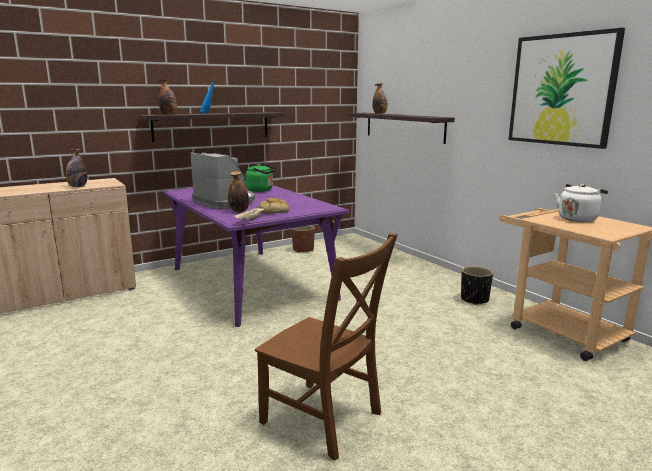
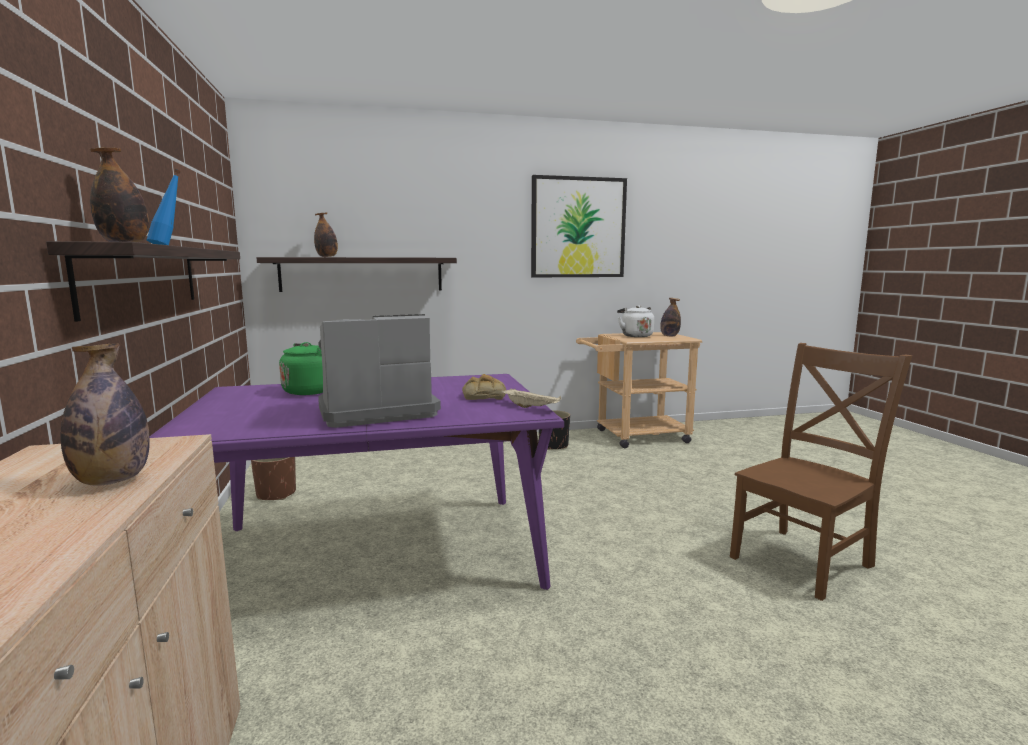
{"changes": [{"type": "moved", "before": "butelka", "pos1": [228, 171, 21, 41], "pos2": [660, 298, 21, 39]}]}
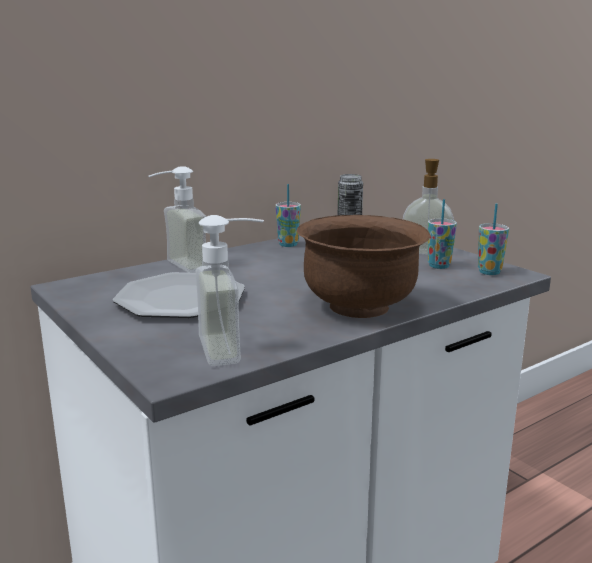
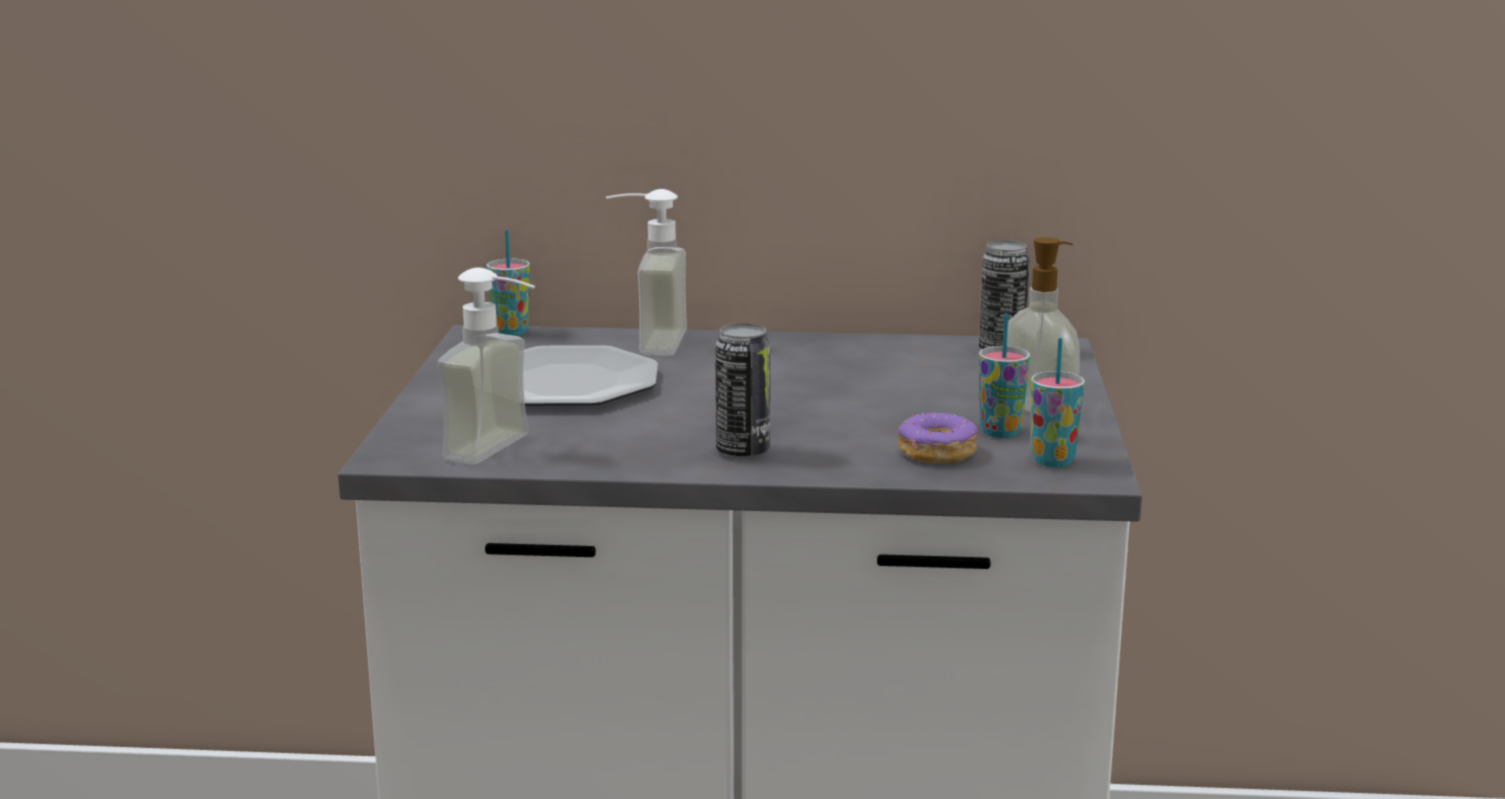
{"changes": [{"type": "moved", "before": "filiżanka", "pos1": [275, 184, 26, 63], "pos2": [487, 229, 43, 107]}, {"type": "replaced", "before": "miska (brązowy)", "after": "puszka", "pos1": [297, 215, 133, 103], "pos2": [715, 323, 55, 135]}, {"type": "added", "after": "donut", "pos2": [898, 411, 80, 52]}]}
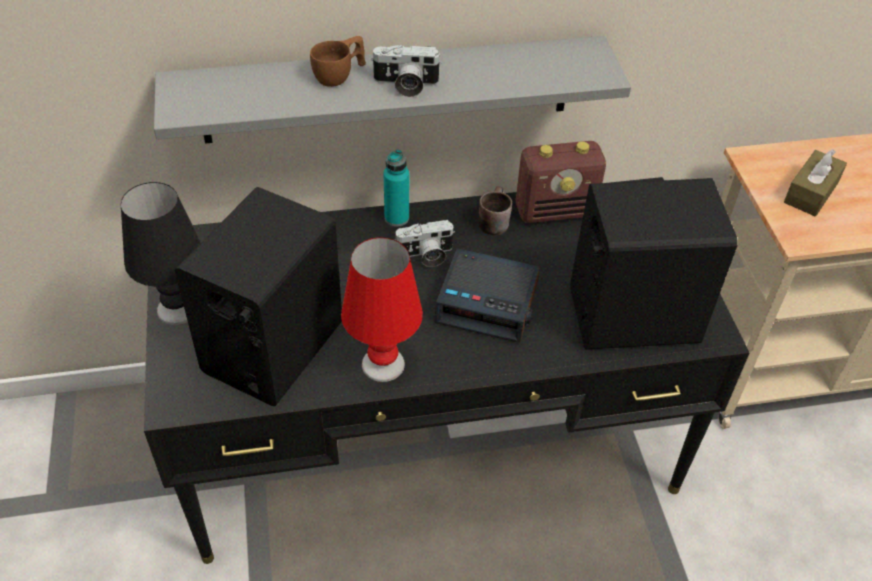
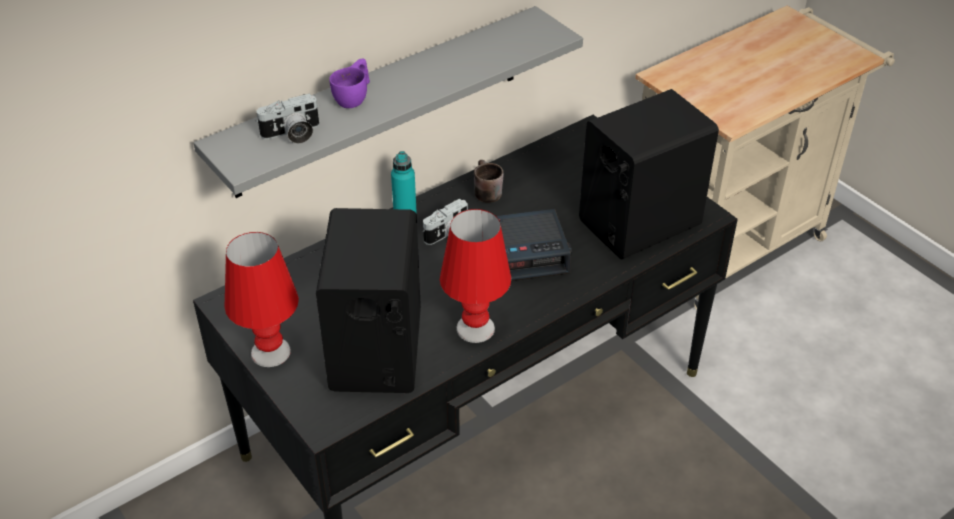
{"changes": [{"type": "recoloured", "before": "filiżanka (brązowy)", "after": "filiżanka (fioletowy)", "pos1": [310, 36, 56, 51], "pos2": [329, 59, 41, 49]}, {"type": "moved", "before": "aparat fotograficzny", "pos1": [371, 45, 71, 52], "pos2": [256, 93, 63, 51]}, {"type": "removed", "before": "radio", "pos1": [516, 141, 90, 82]}, {"type": "removed", "before": "pudełko chusteczek (brązowy)", "pos1": [784, 149, 63, 67]}, {"type": "recoloured", "before": "lampa stołowa (czarny)", "after": "lampa stołowa (czerwony)", "pos1": [121, 182, 80, 143], "pos2": [225, 232, 74, 135]}]}
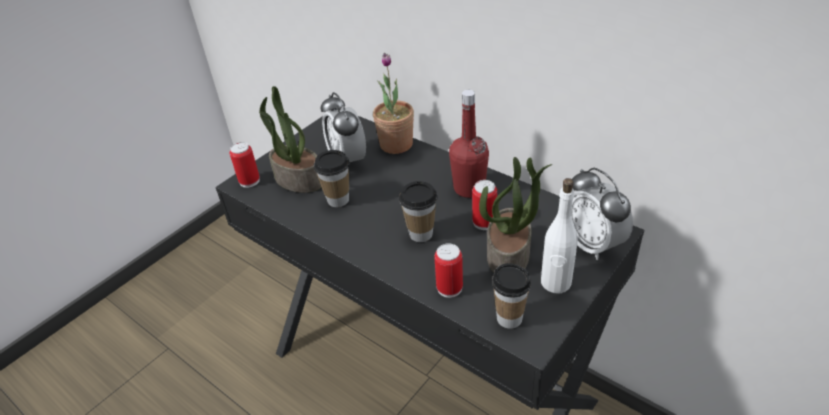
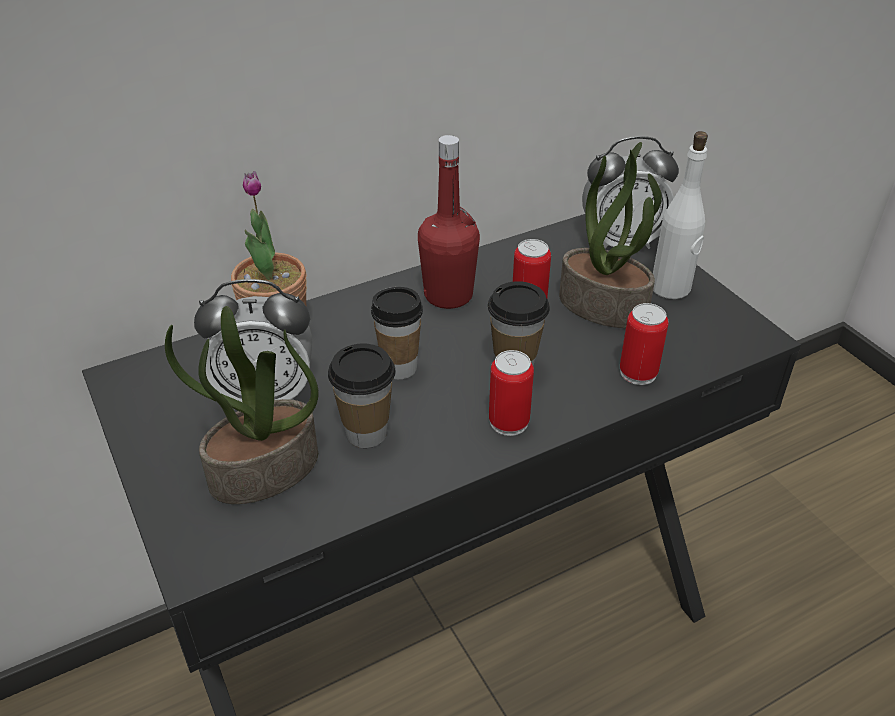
{"changes": [{"type": "moved", "before": "puszka", "pos1": [230, 142, 30, 46], "pos2": [489, 350, 45, 86]}, {"type": "moved", "before": "filiżanka", "pos1": [492, 263, 39, 66], "pos2": [371, 287, 52, 93]}]}
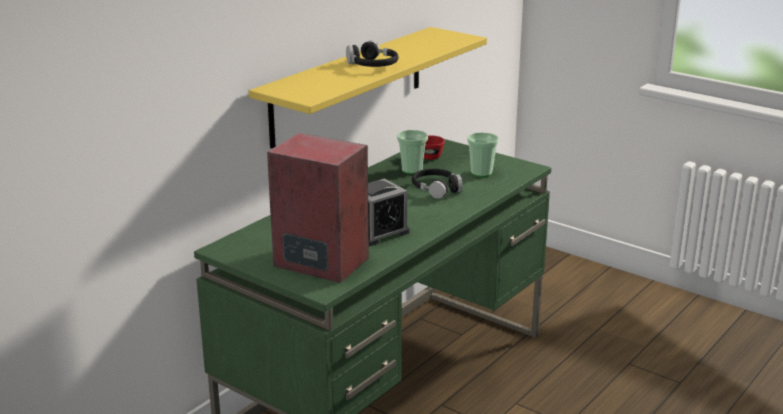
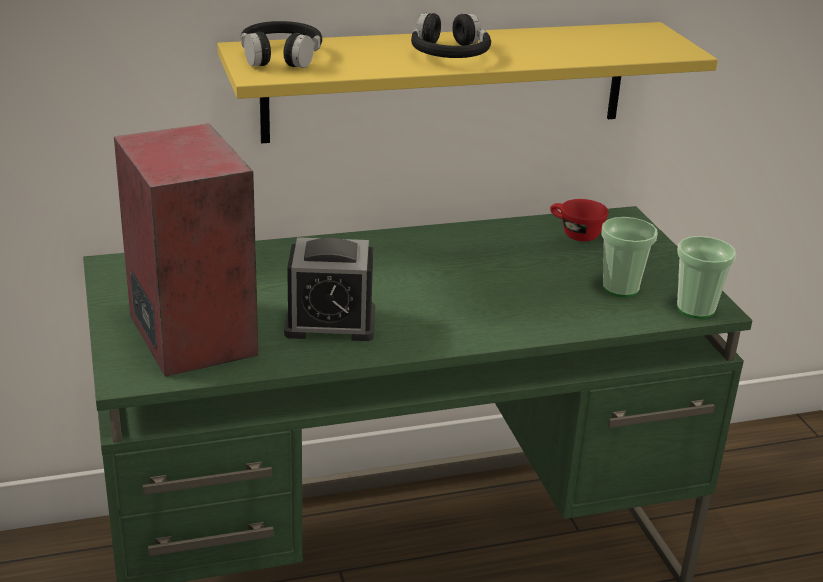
{"changes": [{"type": "moved", "before": "filiżanka", "pos1": [397, 130, 31, 44], "pos2": [677, 236, 59, 83]}, {"type": "moved", "before": "słuchawki (czarny)", "pos1": [412, 169, 50, 30], "pos2": [241, 21, 81, 47]}]}
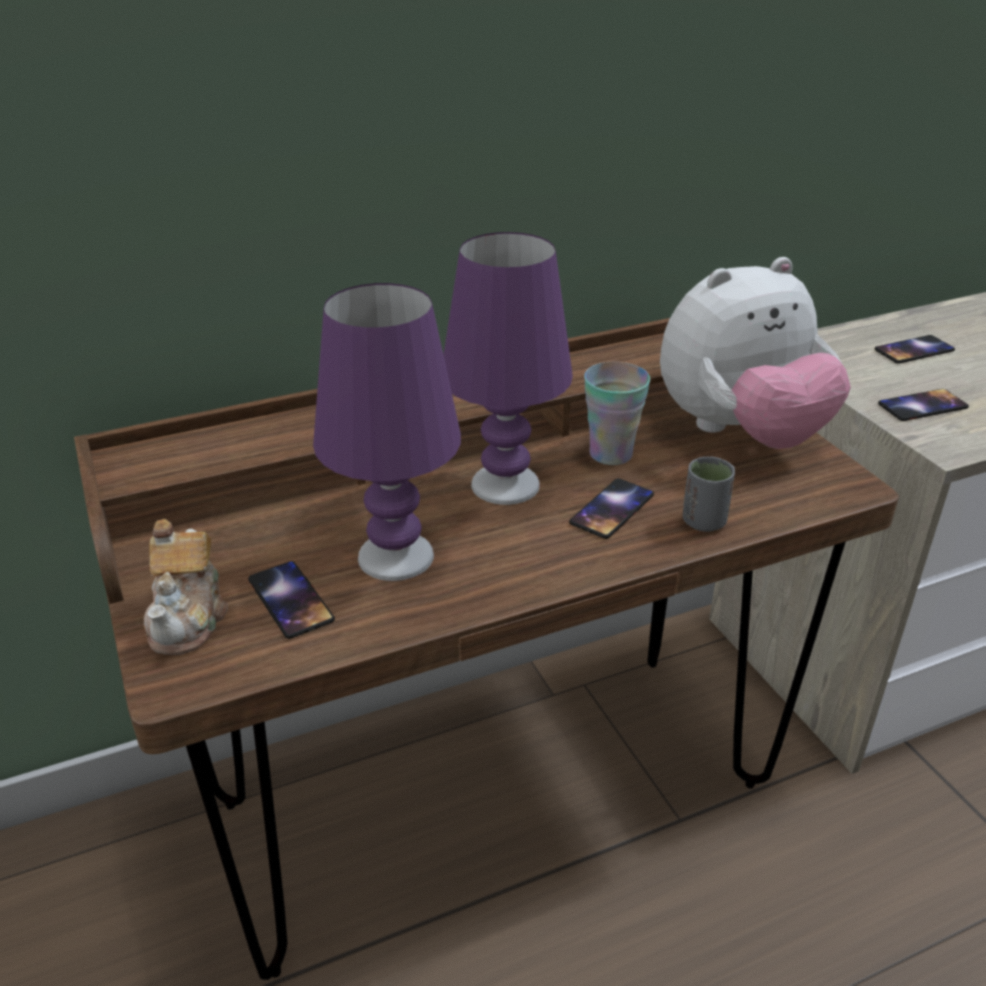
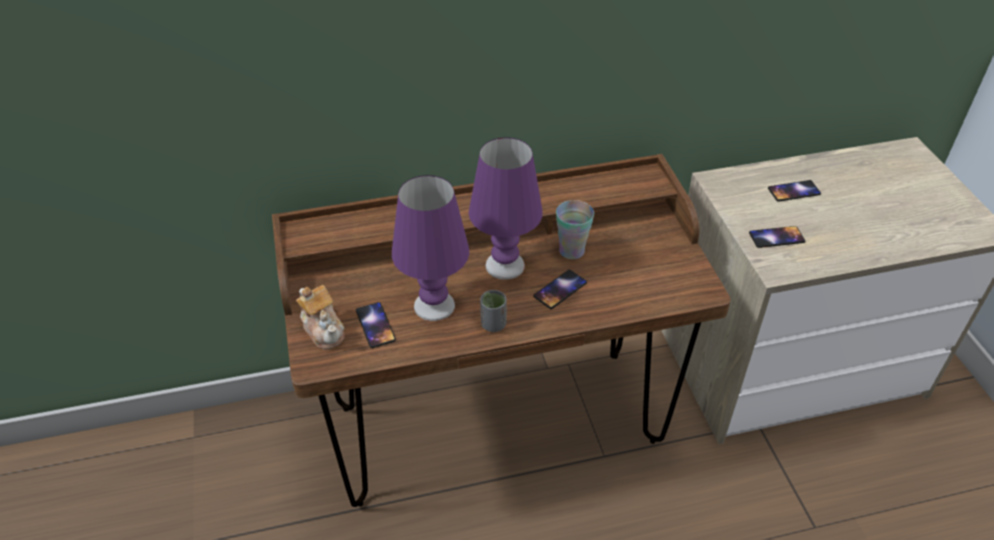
{"changes": [{"type": "removed", "before": "pluszak", "pos1": [660, 257, 191, 192]}, {"type": "moved", "before": "filiżanka (szary)", "pos1": [683, 457, 52, 75], "pos2": [480, 290, 27, 42]}, {"type": "turned", "before": "imbryk", "pos1": [144, 519, 84, 136], "pos2": [296, 285, 49, 65], "turn": -45}]}
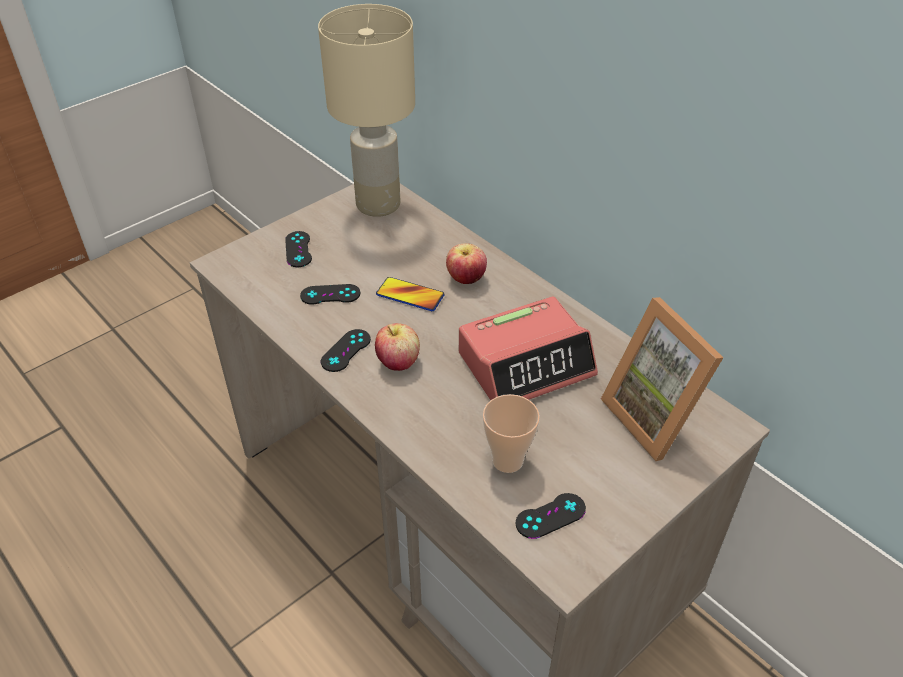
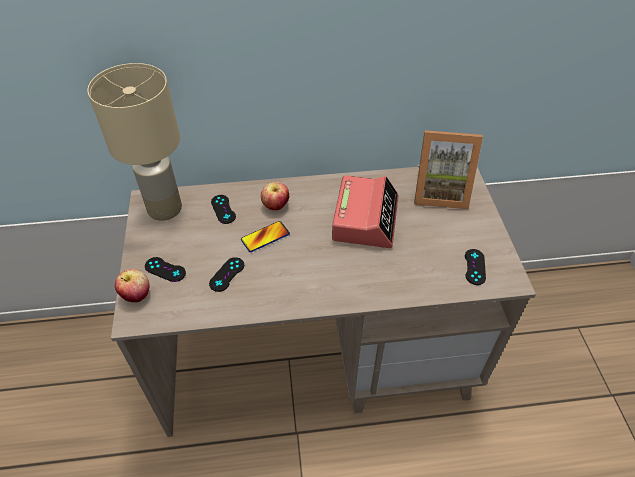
{"changes": [{"type": "moved", "before": "jabłko", "pos1": [375, 323, 45, 48], "pos2": [115, 269, 34, 33]}, {"type": "moved", "before": "pad do gier (czarny)", "pos1": [321, 329, 50, 43], "pos2": [211, 195, 25, 29]}, {"type": "removed", "before": "filiżanka", "pos1": [483, 394, 57, 79]}]}
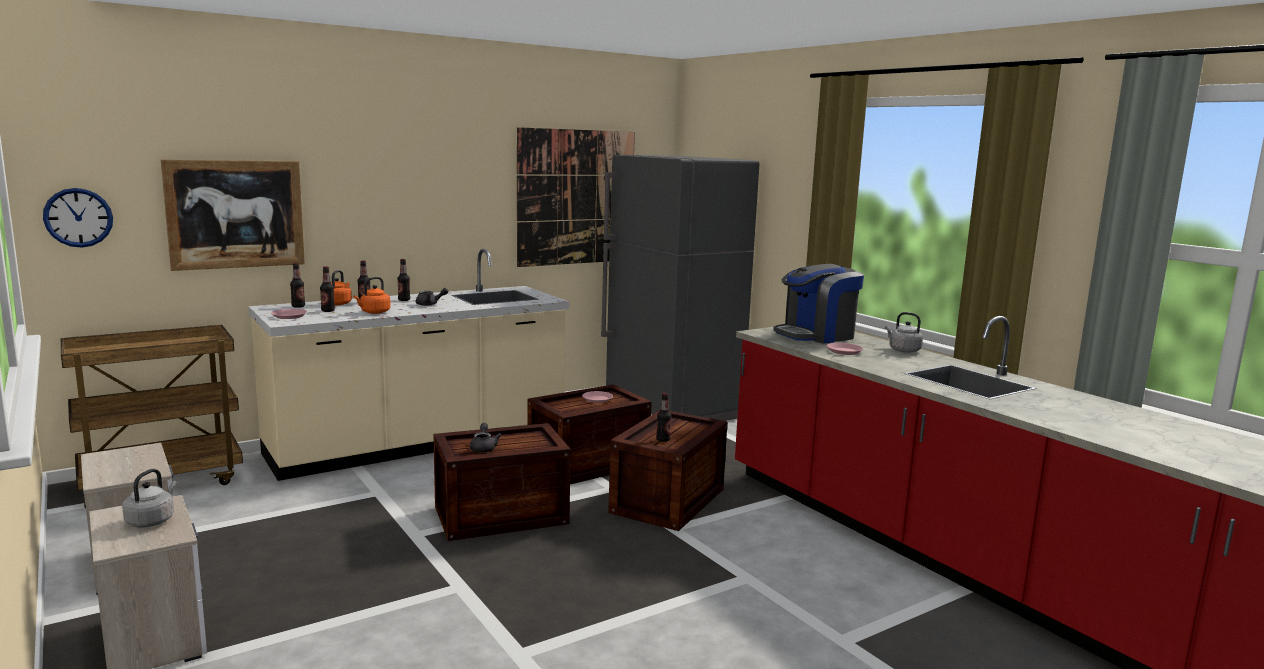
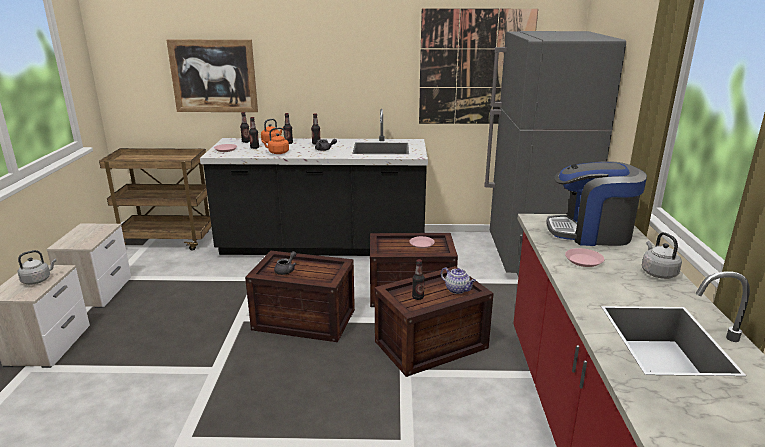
{"changes": [{"type": "removed", "before": "zegar ścienny", "pos1": [43, 188, 70, 60]}, {"type": "recoloured", "before": "zabudowa kuchenna (beżowy)", "after": "zabudowa kuchenna (czarny)", "pos1": [248, 249, 321, 232], "pos2": [200, 109, 228, 147]}, {"type": "added", "after": "imbryk", "pos2": [441, 267, 35, 27]}]}
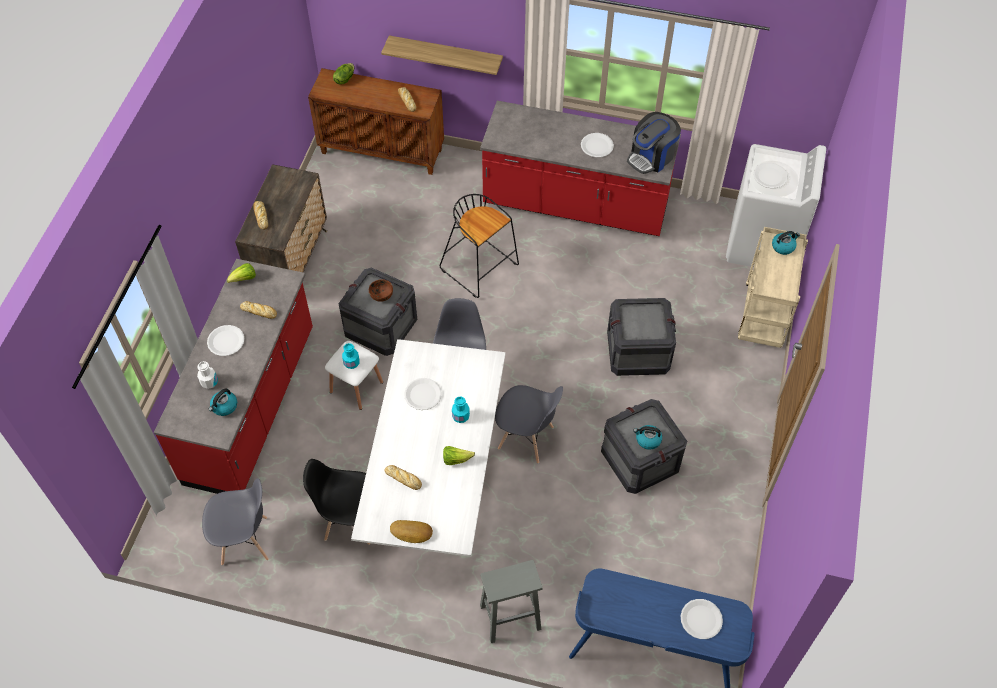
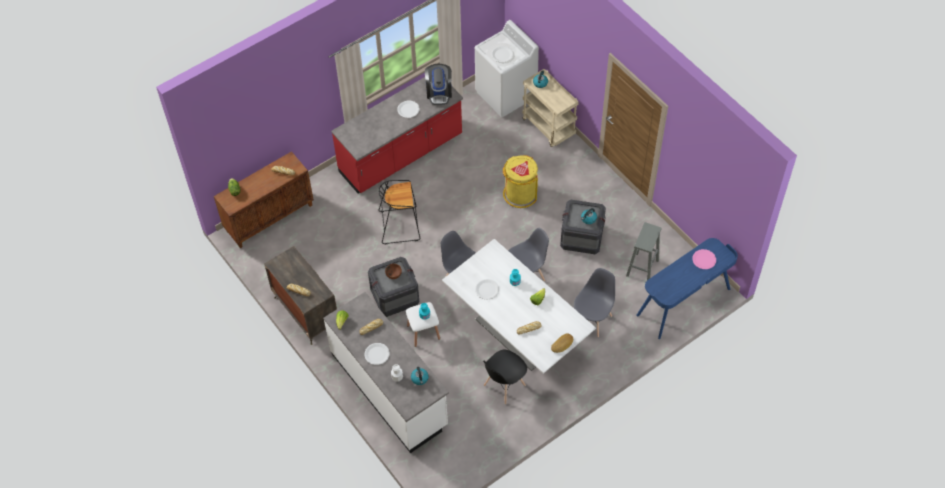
{"changes": [{"type": "removed", "before": "półka", "pos1": [381, 35, 122, 40]}, {"type": "recoloured", "before": "zabudowa kuchenna (czerwony)", "after": "zabudowa kuchenna (biały)", "pos1": [154, 259, 159, 235], "pos2": [323, 292, 126, 161]}, {"type": "replaced", "before": "skrzynka", "after": "kosz na śmieci (żółty)", "pos1": [607, 298, 69, 78], "pos2": [503, 155, 35, 53]}, {"type": "moved", "before": "krzesło (szary)", "pos1": [202, 478, 67, 87], "pos2": [574, 268, 41, 69]}, {"type": "moved", "before": "stołek (szary)", "pos1": [480, 560, 62, 83], "pos2": [626, 222, 35, 58]}, {"type": "recoloured", "before": "talerz (biały)", "after": "talerz (różowy)", "pos1": [681, 599, 42, 40], "pos2": [692, 249, 24, 20]}]}
